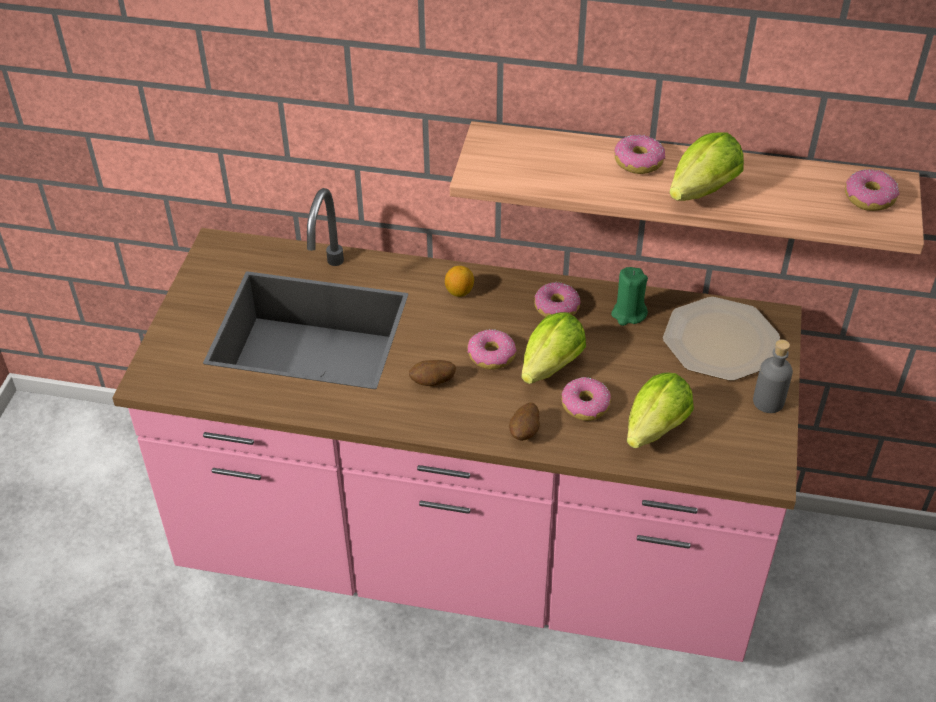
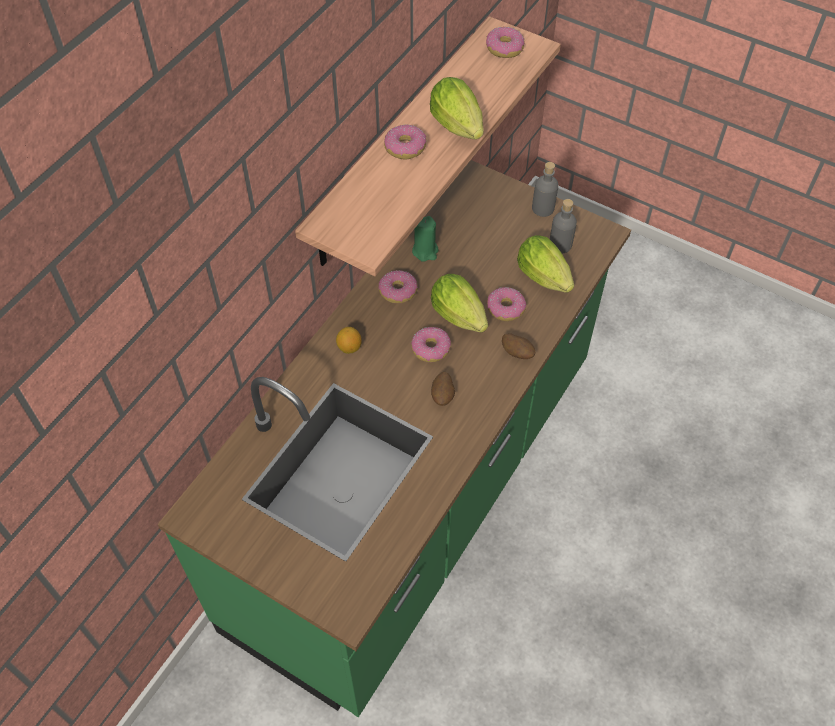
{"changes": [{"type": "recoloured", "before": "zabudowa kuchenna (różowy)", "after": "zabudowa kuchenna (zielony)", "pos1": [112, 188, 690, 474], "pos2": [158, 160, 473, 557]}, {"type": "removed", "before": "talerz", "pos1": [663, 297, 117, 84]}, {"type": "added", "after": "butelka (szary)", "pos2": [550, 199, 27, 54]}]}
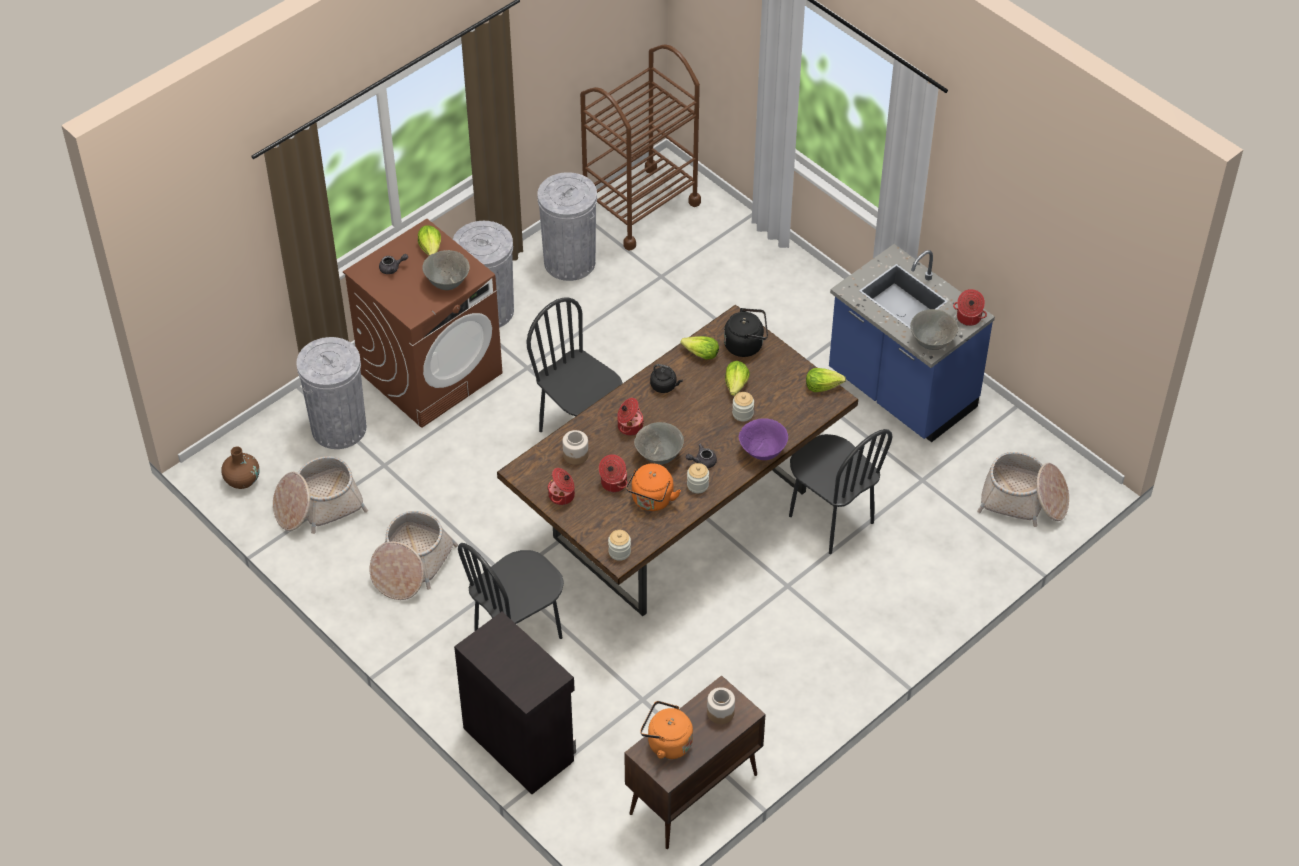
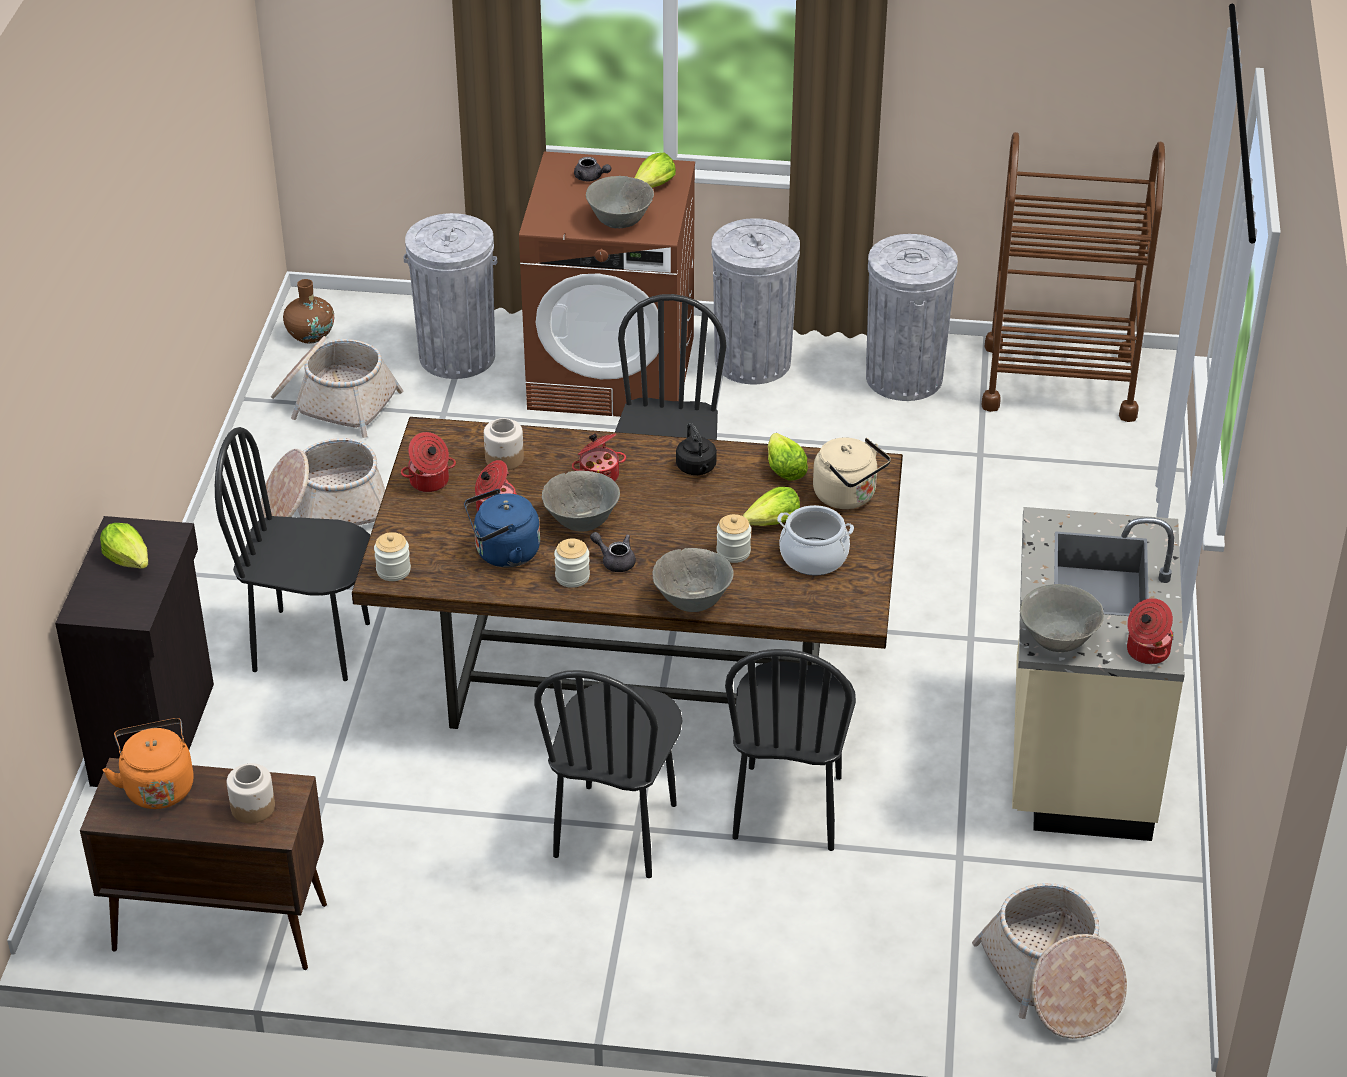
{"changes": [{"type": "recoloured", "before": "zabudowa kuchenna (niebieski)", "after": "zabudowa kuchenna (beżowy)", "pos1": [829, 244, 166, 198], "pos2": [1012, 507, 173, 334]}, {"type": "recoloured", "before": "czajnik (czarny)", "after": "czajnik (beżowy)", "pos1": [724, 308, 44, 49], "pos2": [813, 437, 78, 72]}, {"type": "moved", "before": "sałata", "pos1": [806, 368, 40, 24], "pos2": [100, 523, 48, 46]}, {"type": "recoloured", "before": "miska (fioletowy)", "after": "miska (szary)", "pos1": [739, 418, 49, 42], "pos2": [652, 548, 82, 64]}, {"type": "recoloured", "before": "czajnik (pomarańczowy)", "after": "czajnik (niebieski)", "pos1": [626, 463, 55, 48], "pos2": [464, 489, 76, 78]}, {"type": "added", "after": "garnek", "pos2": [777, 505, 77, 70]}, {"type": "added", "after": "krzesło (czarny)", "pos2": [534, 670, 149, 208]}]}
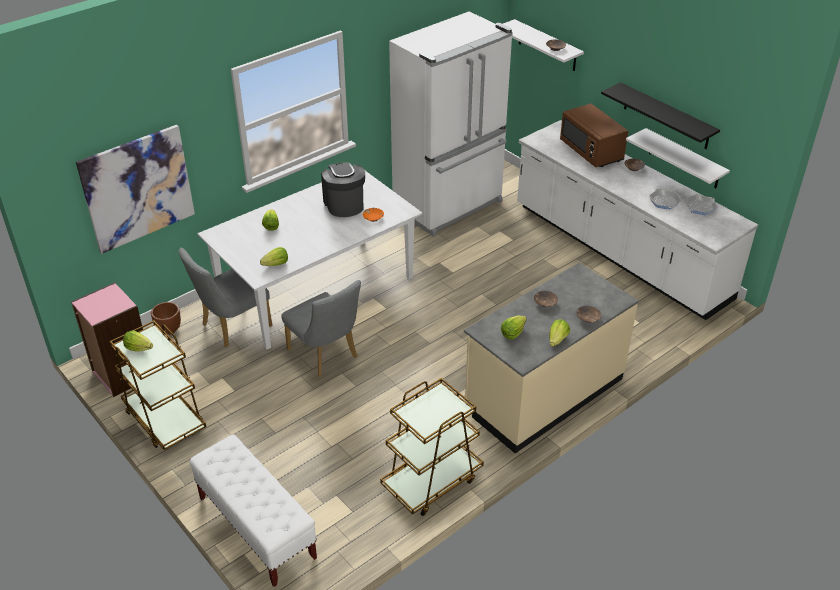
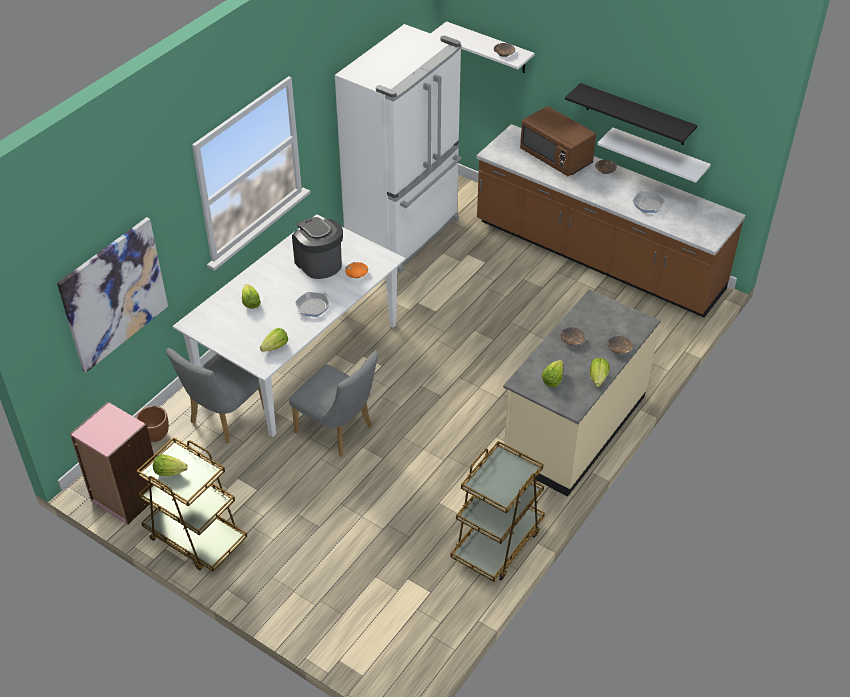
{"changes": [{"type": "recoloured", "before": "zabudowa kuchenna (biały)", "after": "zabudowa kuchenna (brązowy)", "pos1": [517, 120, 241, 200], "pos2": [476, 124, 270, 194]}, {"type": "moved", "before": "patelnia", "pos1": [686, 195, 31, 20], "pos2": [295, 292, 35, 25]}, {"type": "removed", "before": "ławka (biały)", "pos1": [189, 435, 128, 152]}]}
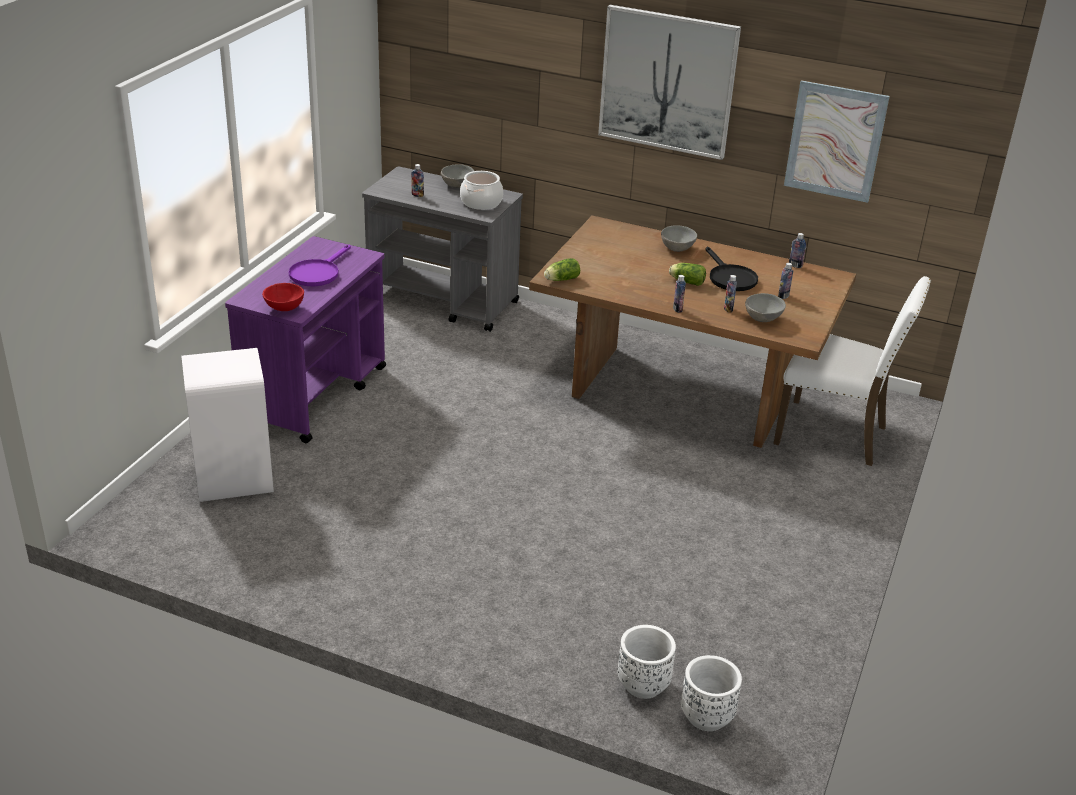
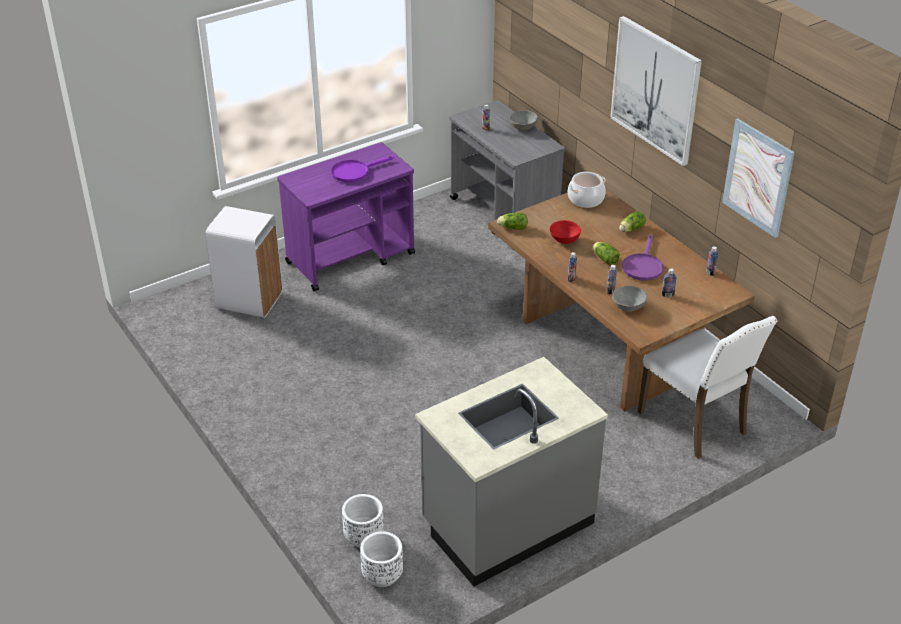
{"changes": [{"type": "moved", "before": "garnek", "pos1": [460, 171, 43, 39], "pos2": [568, 172, 38, 36]}, {"type": "replaced", "before": "miska (szary)", "after": "sałata", "pos1": [661, 225, 36, 27], "pos2": [619, 211, 27, 21]}, {"type": "recoloured", "before": "patelnia (czarny)", "after": "patelnia (fioletowy)", "pos1": [705, 247, 53, 44], "pos2": [622, 235, 41, 46]}, {"type": "moved", "before": "miska (czerwony)", "pos1": [262, 283, 42, 28], "pos2": [550, 220, 31, 24]}, {"type": "added", "after": "zabudowa kuchenna (szary)", "pos2": [415, 357, 193, 229]}]}
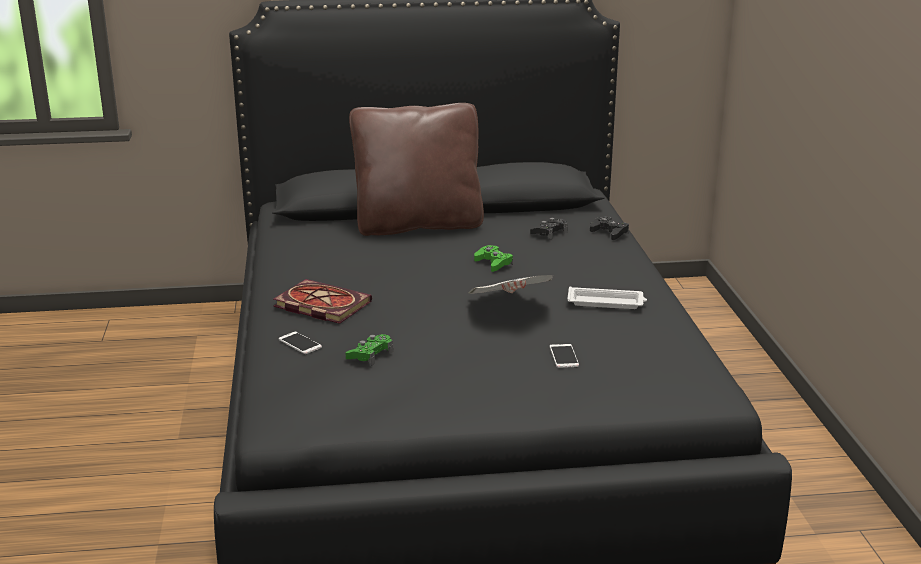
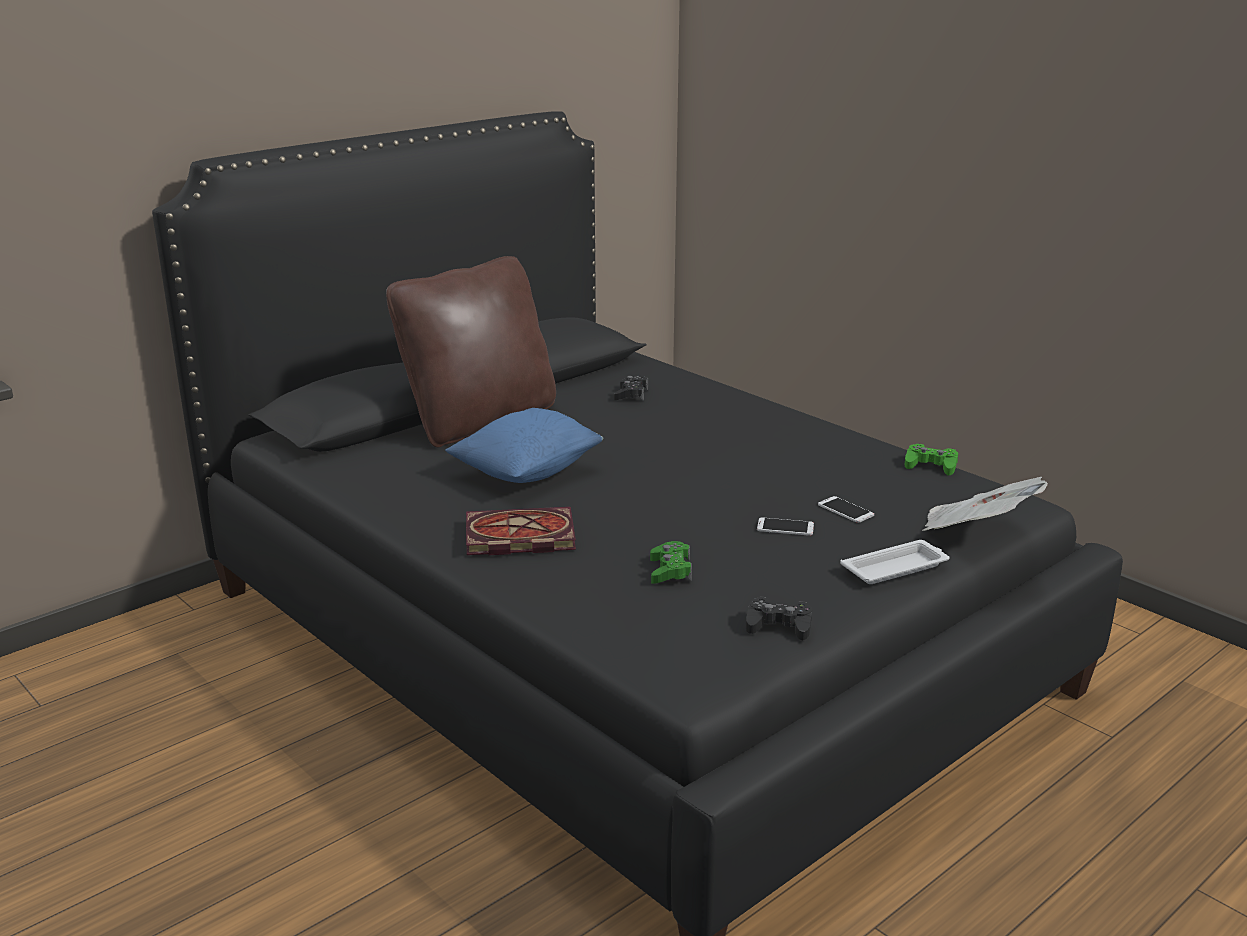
{"changes": [{"type": "moved", "before": "pad do gier (czarny)", "pos1": [590, 216, 39, 24], "pos2": [746, 596, 66, 44]}, {"type": "moved", "before": "pad do gier (zielony)", "pos1": [474, 245, 39, 27], "pos2": [905, 444, 53, 31]}, {"type": "moved", "before": "gazeta", "pos1": [468, 275, 85, 19], "pos2": [923, 477, 125, 54]}, {"type": "moved", "before": "taca (biały)", "pos1": [567, 286, 80, 23], "pos2": [840, 540, 110, 44]}, {"type": "moved", "before": "telefon", "pos1": [279, 332, 43, 22], "pos2": [757, 517, 57, 19]}, {"type": "added", "after": "poduszka (niebieski)", "pos2": [445, 408, 158, 75]}]}
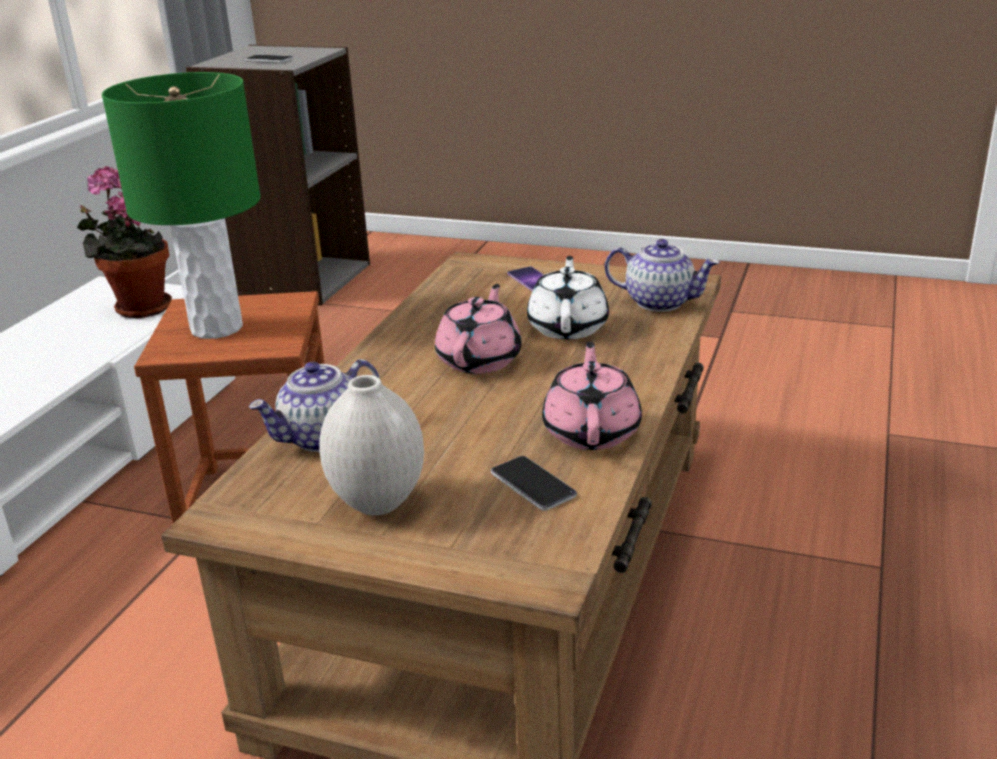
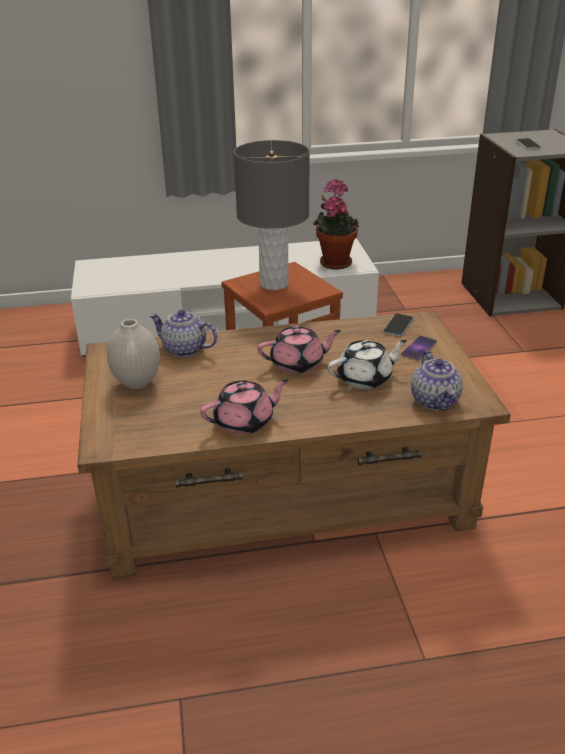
{"changes": [{"type": "recoloured", "before": "lampa stołowa (zielony)", "after": "lampa stołowa (szary)", "pos1": [102, 72, 159, 267], "pos2": [234, 140, 76, 150]}, {"type": "moved", "before": "telefon", "pos1": [491, 456, 86, 55], "pos2": [383, 314, 31, 23]}]}
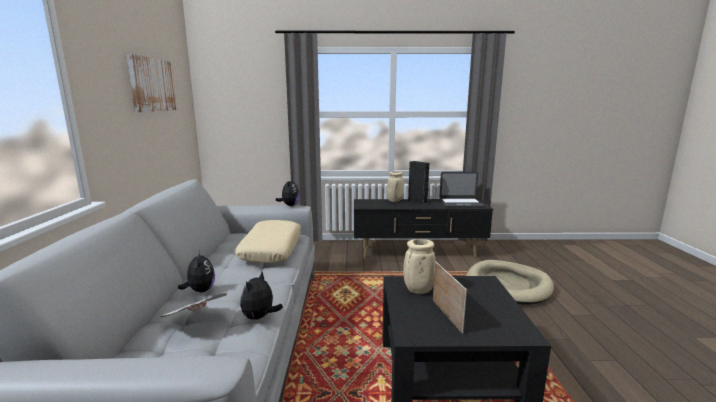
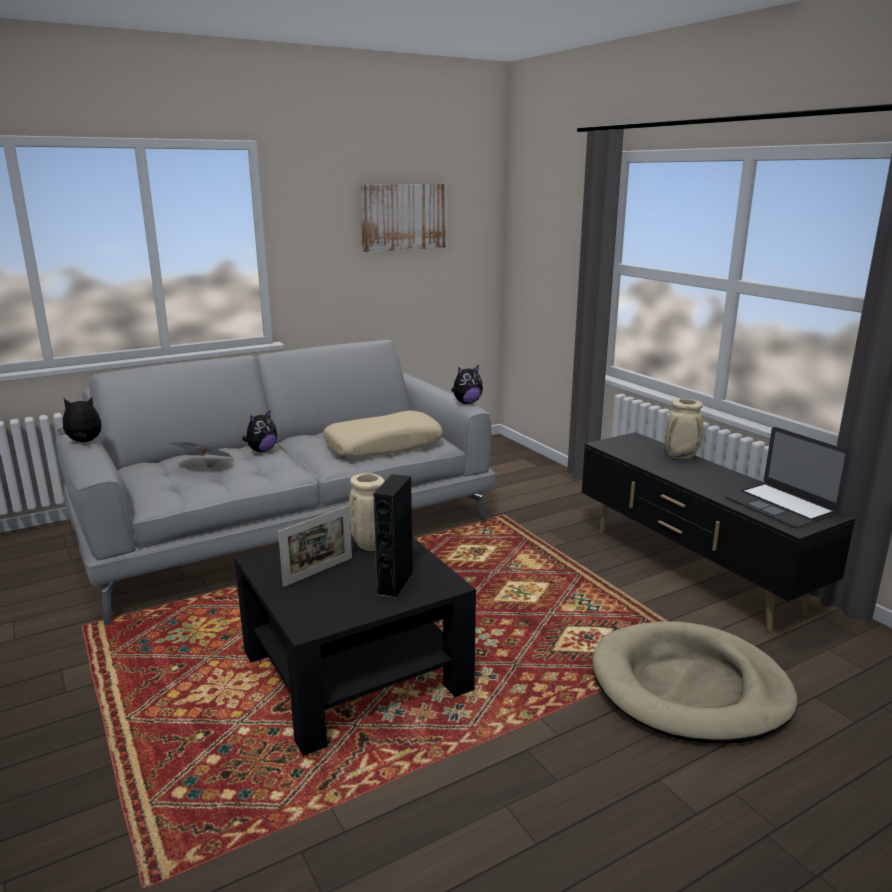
{"changes": [{"type": "moved", "before": "głośnik (czarny)", "pos1": [408, 161, 21, 43], "pos2": [373, 474, 40, 124]}, {"type": "moved", "before": "pluszak", "pos1": [240, 271, 43, 49], "pos2": [57, 398, 44, 44]}]}
